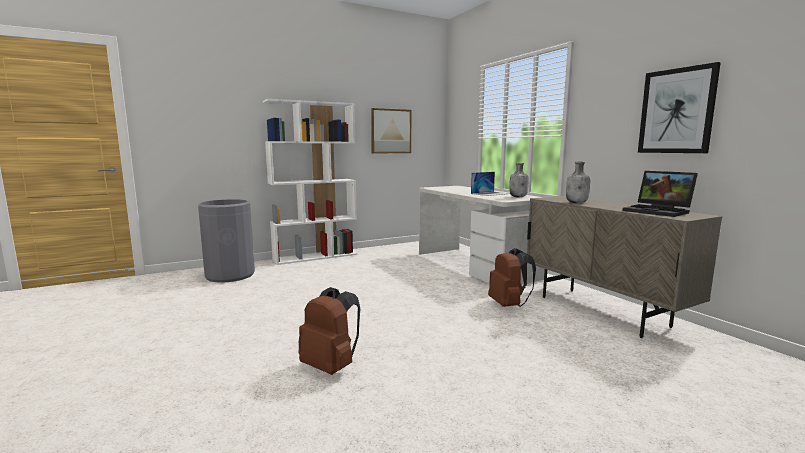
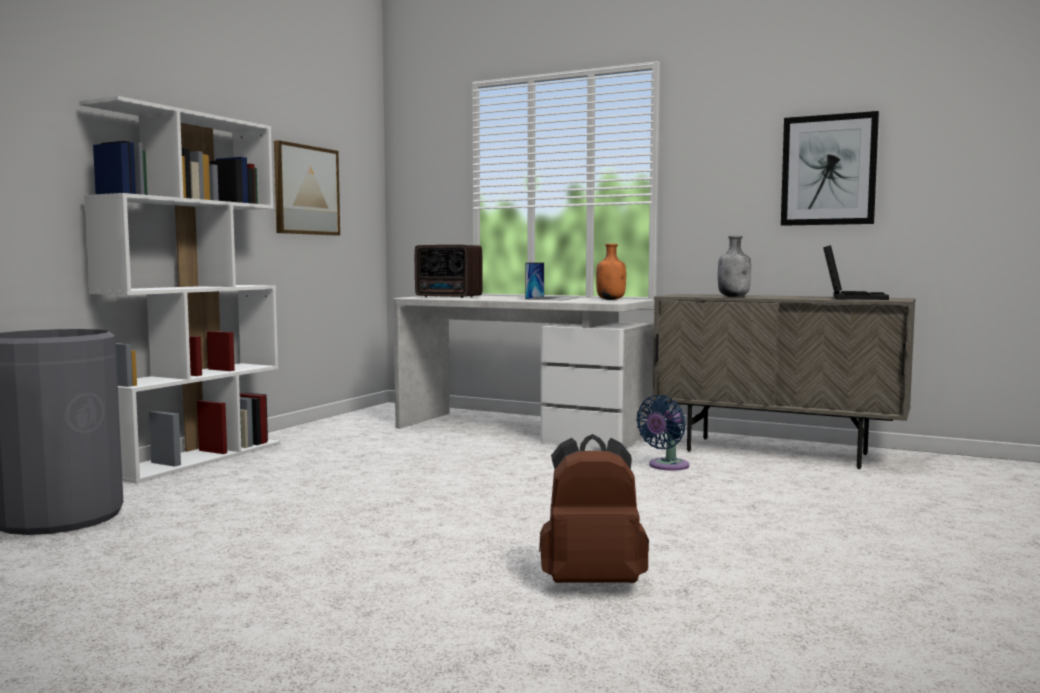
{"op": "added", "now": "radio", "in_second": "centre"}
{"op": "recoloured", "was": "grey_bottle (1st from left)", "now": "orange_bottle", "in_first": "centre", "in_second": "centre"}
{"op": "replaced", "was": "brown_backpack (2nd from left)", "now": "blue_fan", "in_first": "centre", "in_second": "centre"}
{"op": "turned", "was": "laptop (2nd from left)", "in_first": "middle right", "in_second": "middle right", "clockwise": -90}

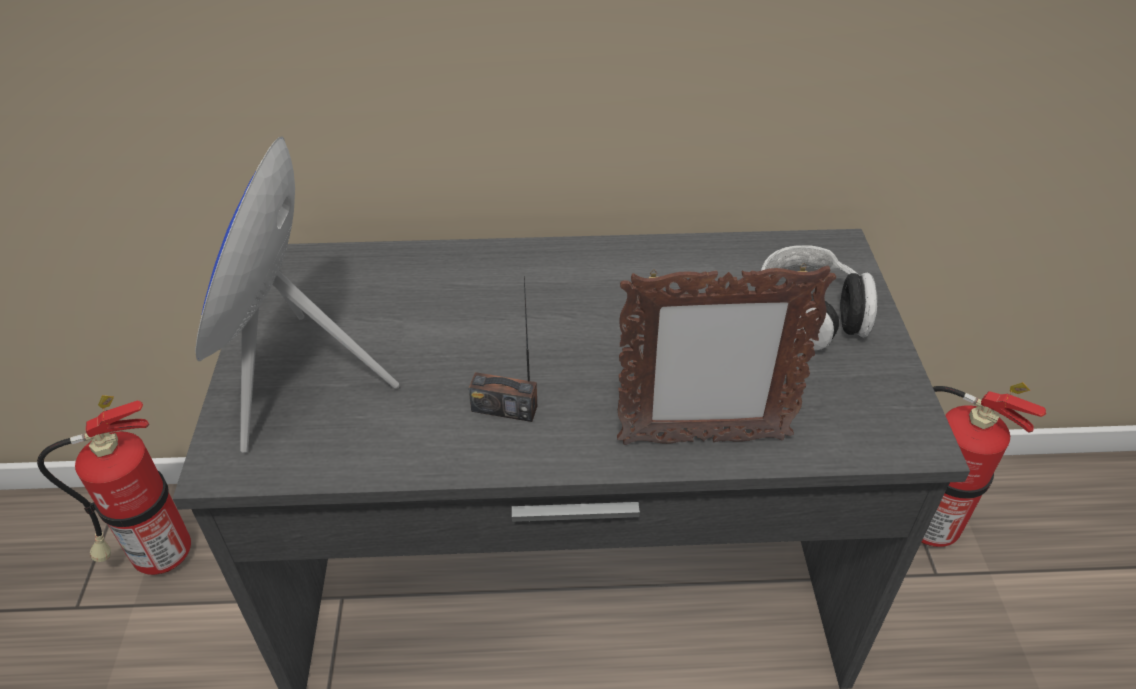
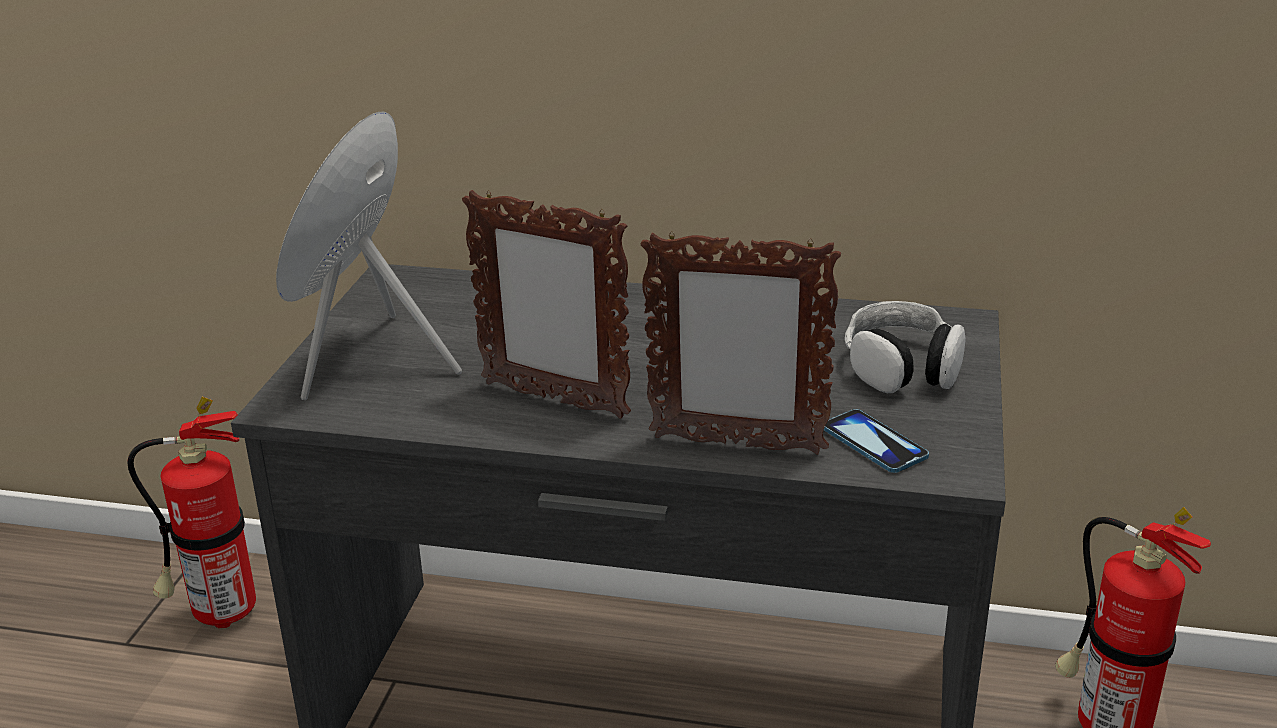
{"op": "replaced", "was": "radio", "now": "picture_frame (1st from left)", "in_first": "centre", "in_second": "centre"}
{"op": "added", "now": "phone", "in_second": "middle right"}

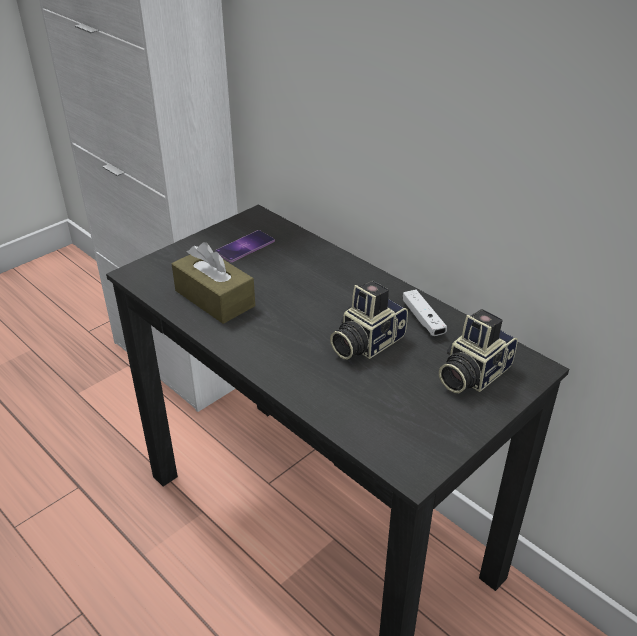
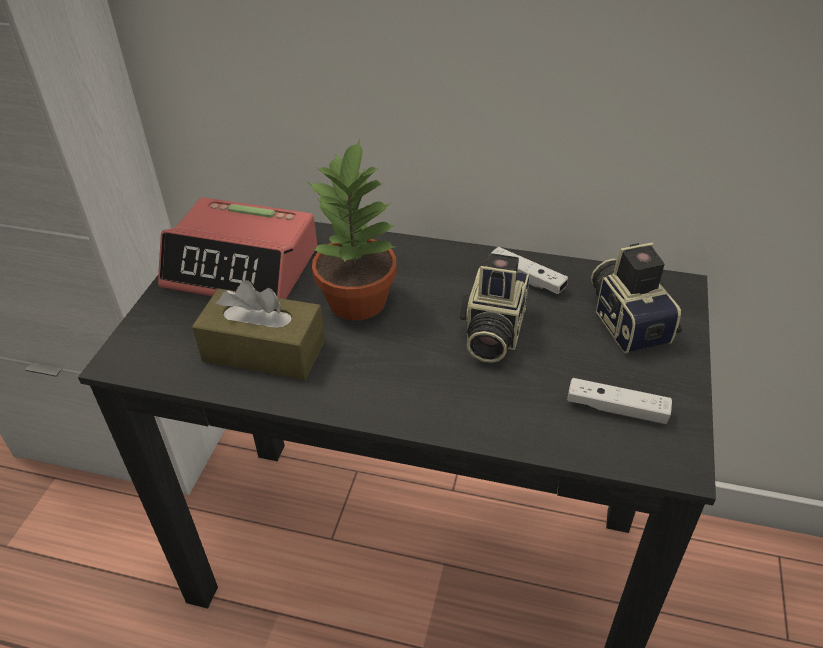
{"op": "replaced", "was": "phone", "now": "alarm_clock", "in_first": "centre", "in_second": "middle left"}
{"op": "added", "now": "potted_plant", "in_second": "centre"}
{"op": "added", "now": "white_game_controller (2nd from left)", "in_second": "middle right"}
{"op": "turned", "was": "photo_camera (2nd from left)", "in_first": "middle right", "in_second": "middle right", "clockwise": 150}

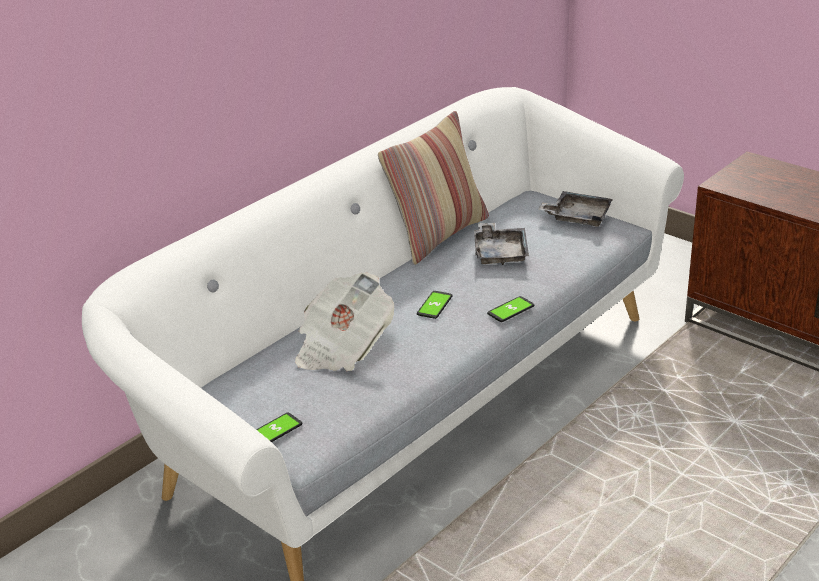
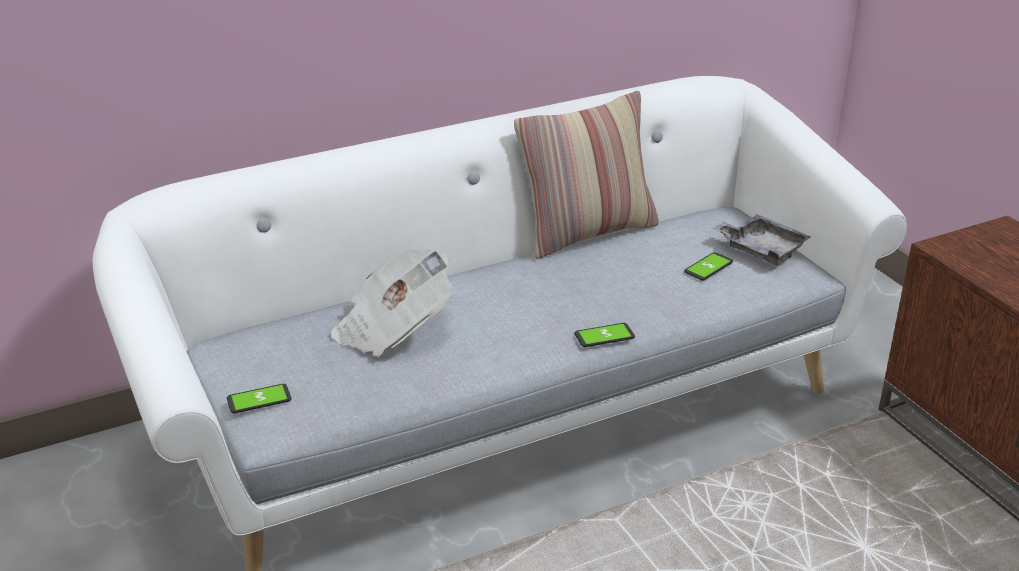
{"op": "moved", "was": "phone (2nd from left in the first image)", "now": "phone (3rd from left)", "in_first": "centre", "in_second": "middle right"}
{"op": "removed", "was": "grey_tray (1st from left)", "in_first": "centre"}

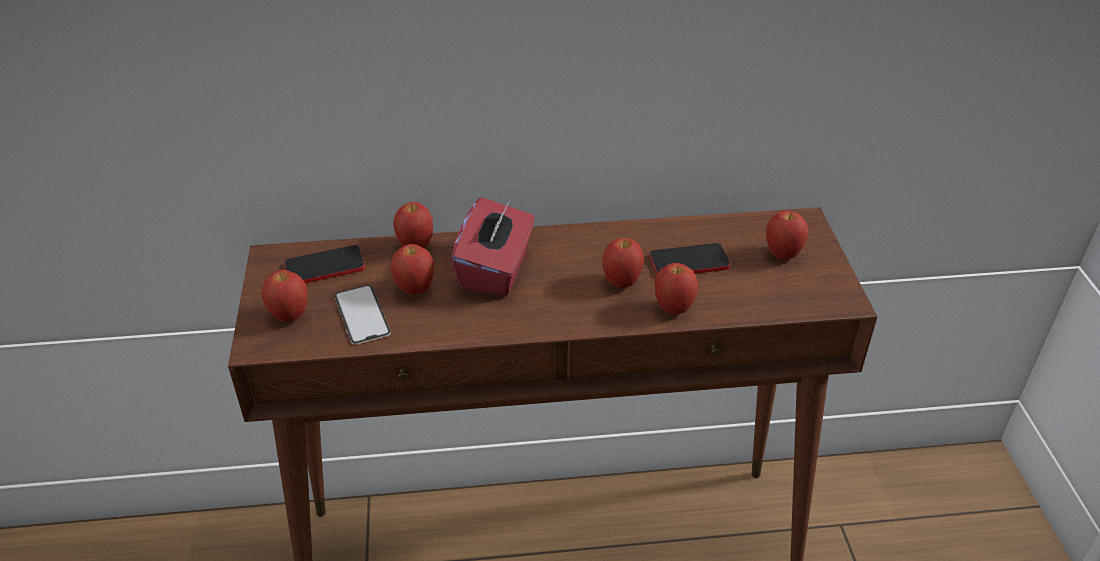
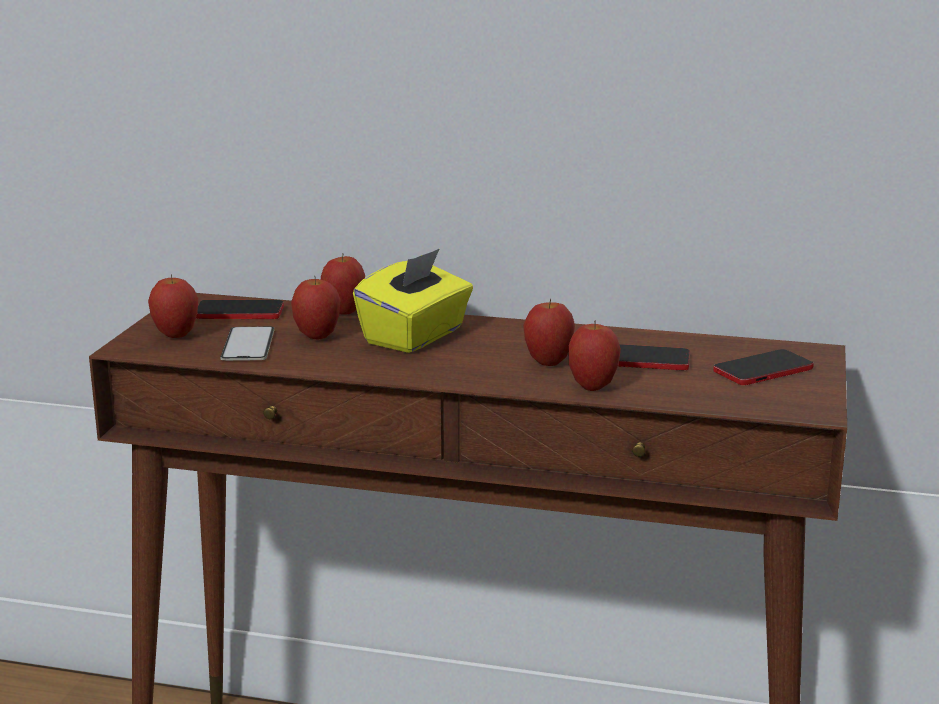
{"op": "recoloured", "was": "red_tissue_box", "now": "yellow_tissue_box", "in_first": "centre", "in_second": "centre"}
{"op": "replaced", "was": "apple (6th from left)", "now": "phone (4th from left)", "in_first": "middle right", "in_second": "middle right"}

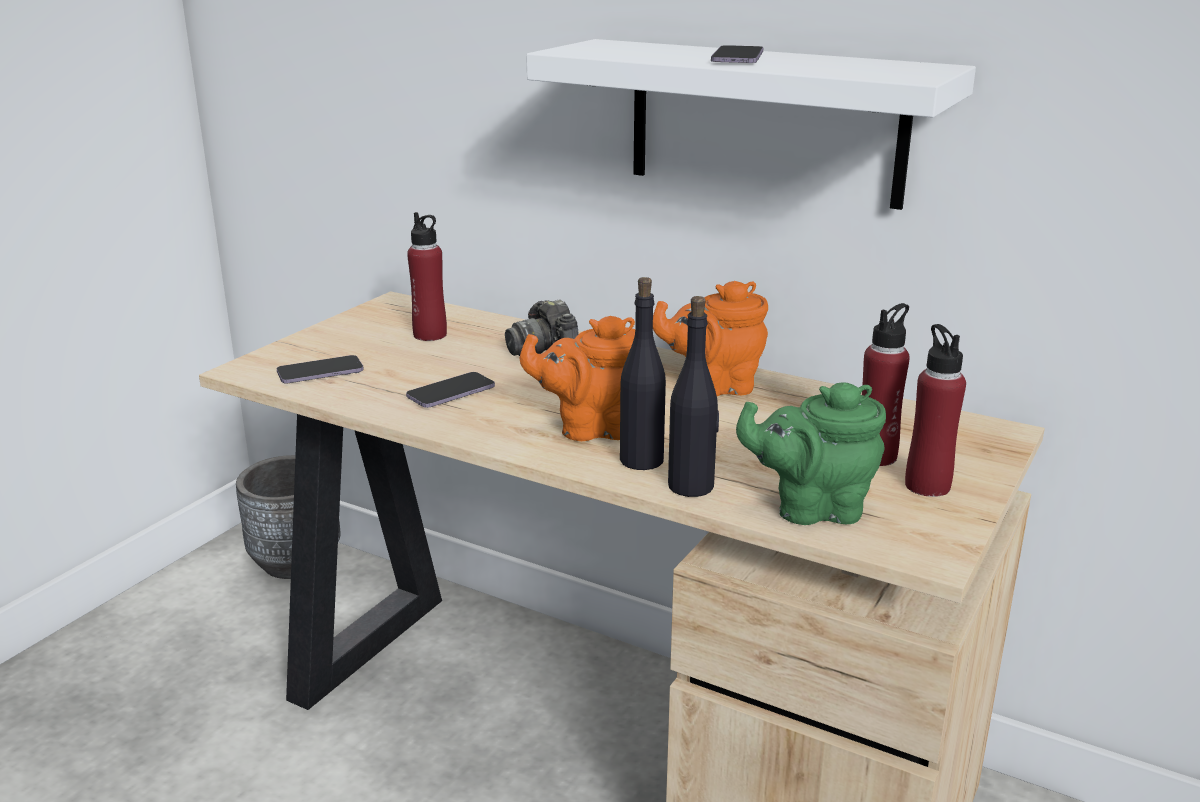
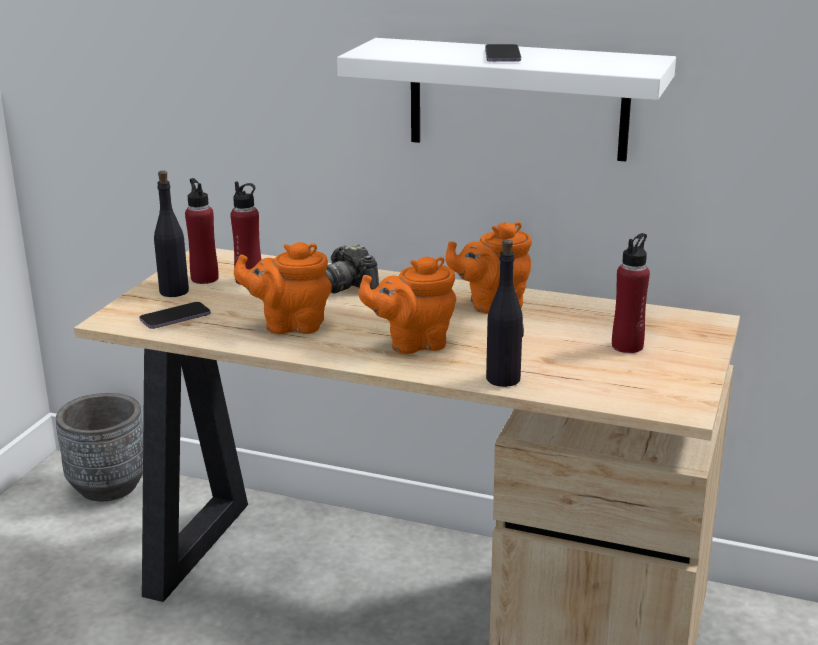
{"op": "moved", "was": "black_bottle (1st from left)", "in_first": "centre", "in_second": "middle left"}
{"op": "moved", "was": "red_bottle (3rd from left in the first image)", "now": "red_bottle (1st from left)", "in_first": "middle right", "in_second": "middle left"}
{"op": "replaced", "was": "phone (2nd from left)", "now": "orange_teapot (1st from left)", "in_first": "centre", "in_second": "centre"}
{"op": "removed", "was": "green_teapot", "in_first": "middle right"}

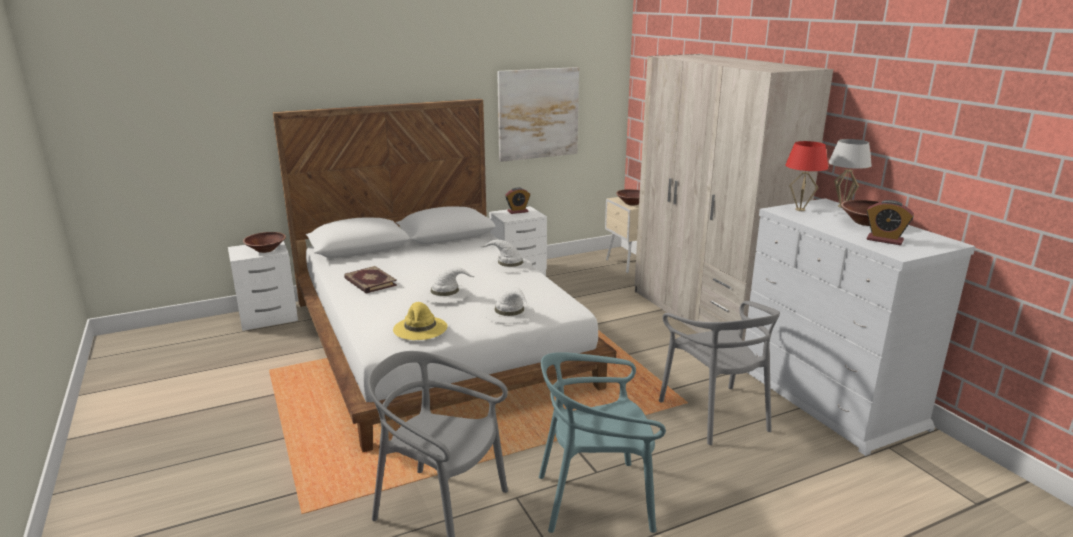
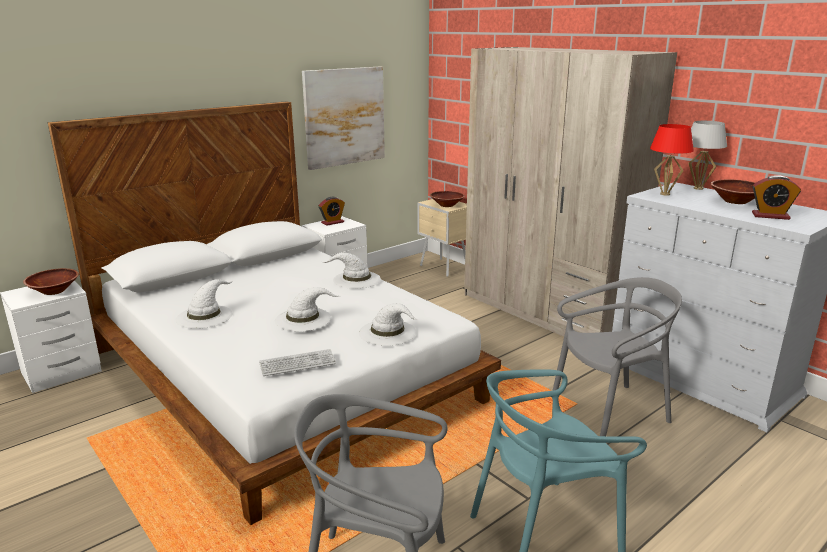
{"op": "replaced", "was": "book", "now": "white_hat (1st from left)", "in_first": "centre", "in_second": "middle left"}
{"op": "replaced", "was": "yellow_hat", "now": "keyboard", "in_first": "centre", "in_second": "centre"}
{"op": "turned", "was": "grey_chair (2nd from left)", "in_first": "bottom right", "in_second": "middle right", "clockwise": -75}

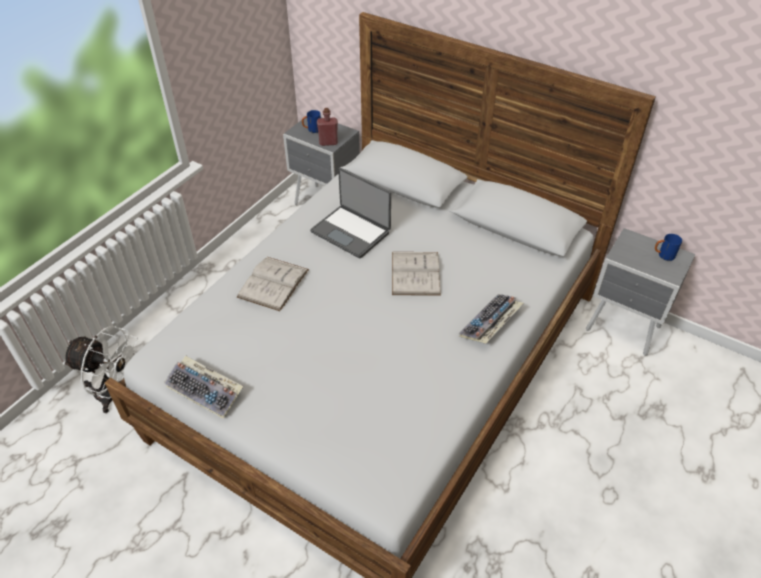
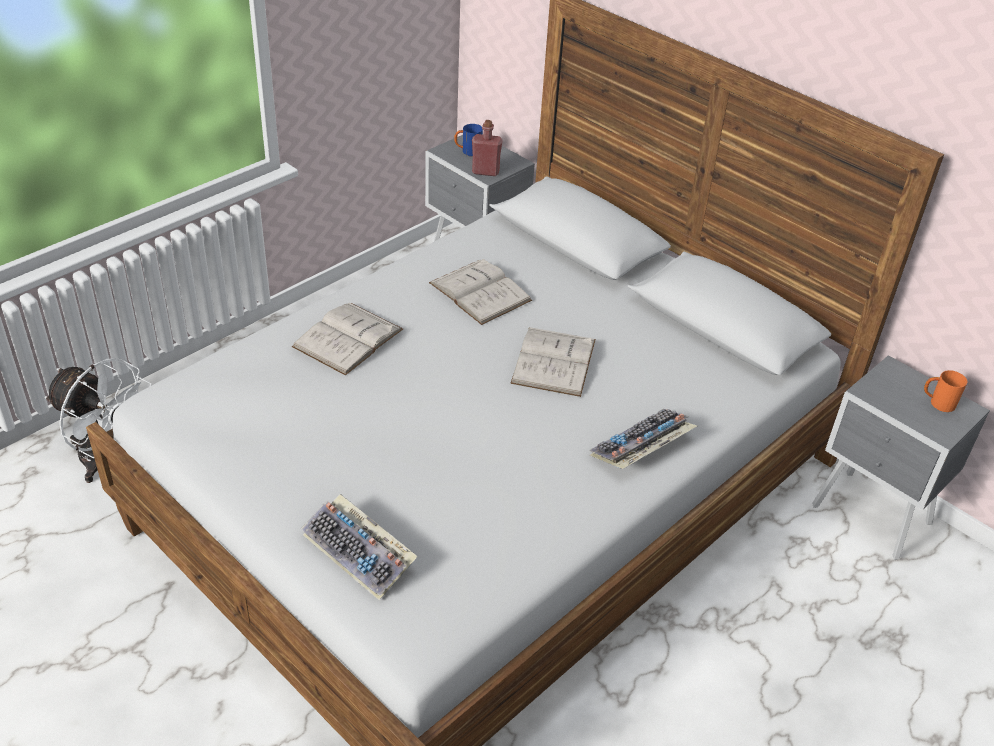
{"op": "moved", "was": "keyboard (1st from left)", "in_first": "bottom left", "in_second": "bottom centre"}
{"op": "replaced", "was": "laptop", "now": "white_book (2nd from left)", "in_first": "centre", "in_second": "centre"}
{"op": "recoloured", "was": "blue_mug (2nd from left)", "now": "orange_mug", "in_first": "middle right", "in_second": "middle right"}

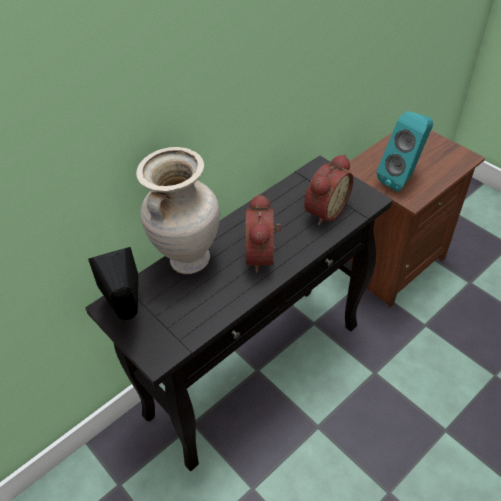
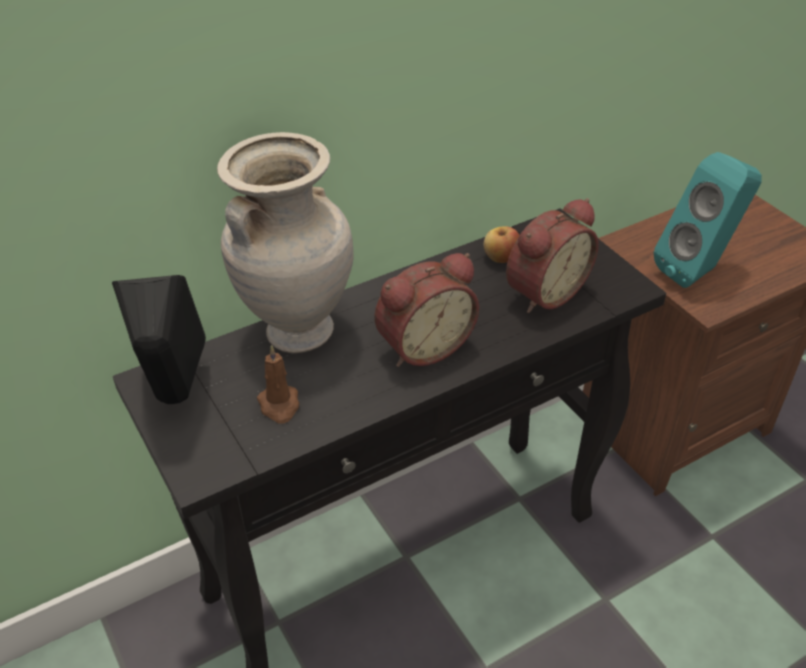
{"op": "added", "now": "brown_candle", "in_second": "centre"}
{"op": "turned", "was": "alarm_clock (1st from left)", "in_first": "centre", "in_second": "centre", "clockwise": -135}
{"op": "added", "now": "apple", "in_second": "centre"}

